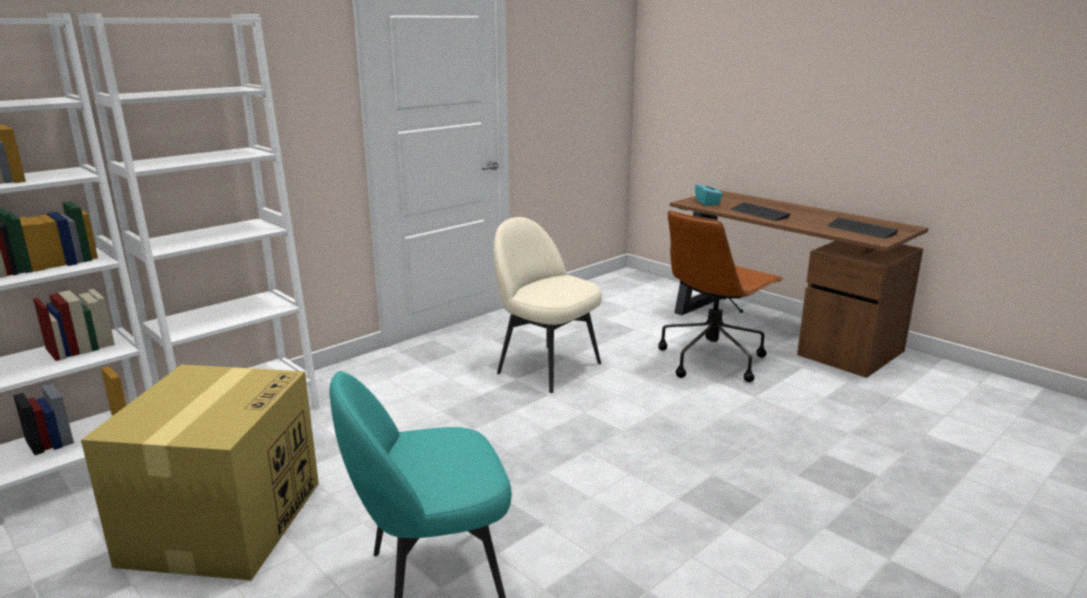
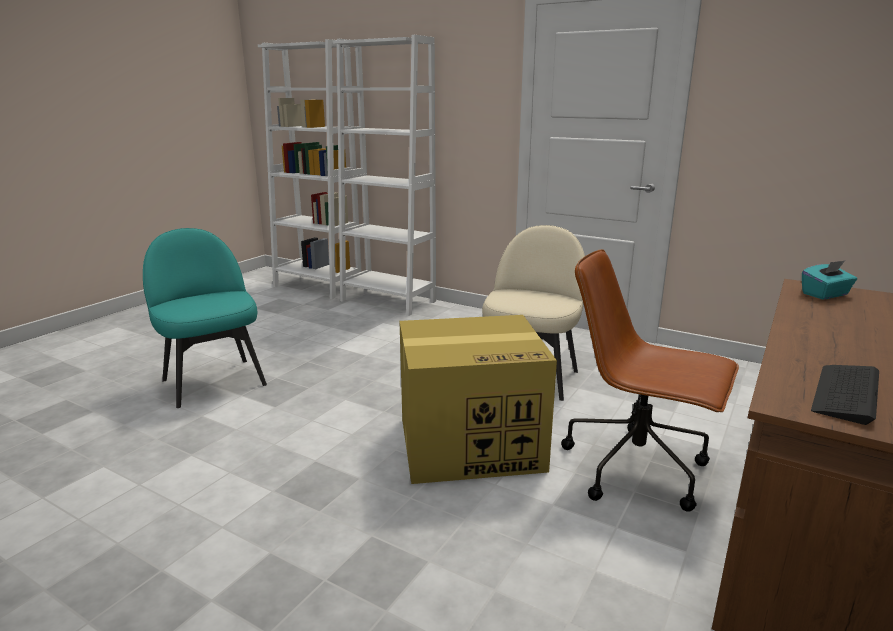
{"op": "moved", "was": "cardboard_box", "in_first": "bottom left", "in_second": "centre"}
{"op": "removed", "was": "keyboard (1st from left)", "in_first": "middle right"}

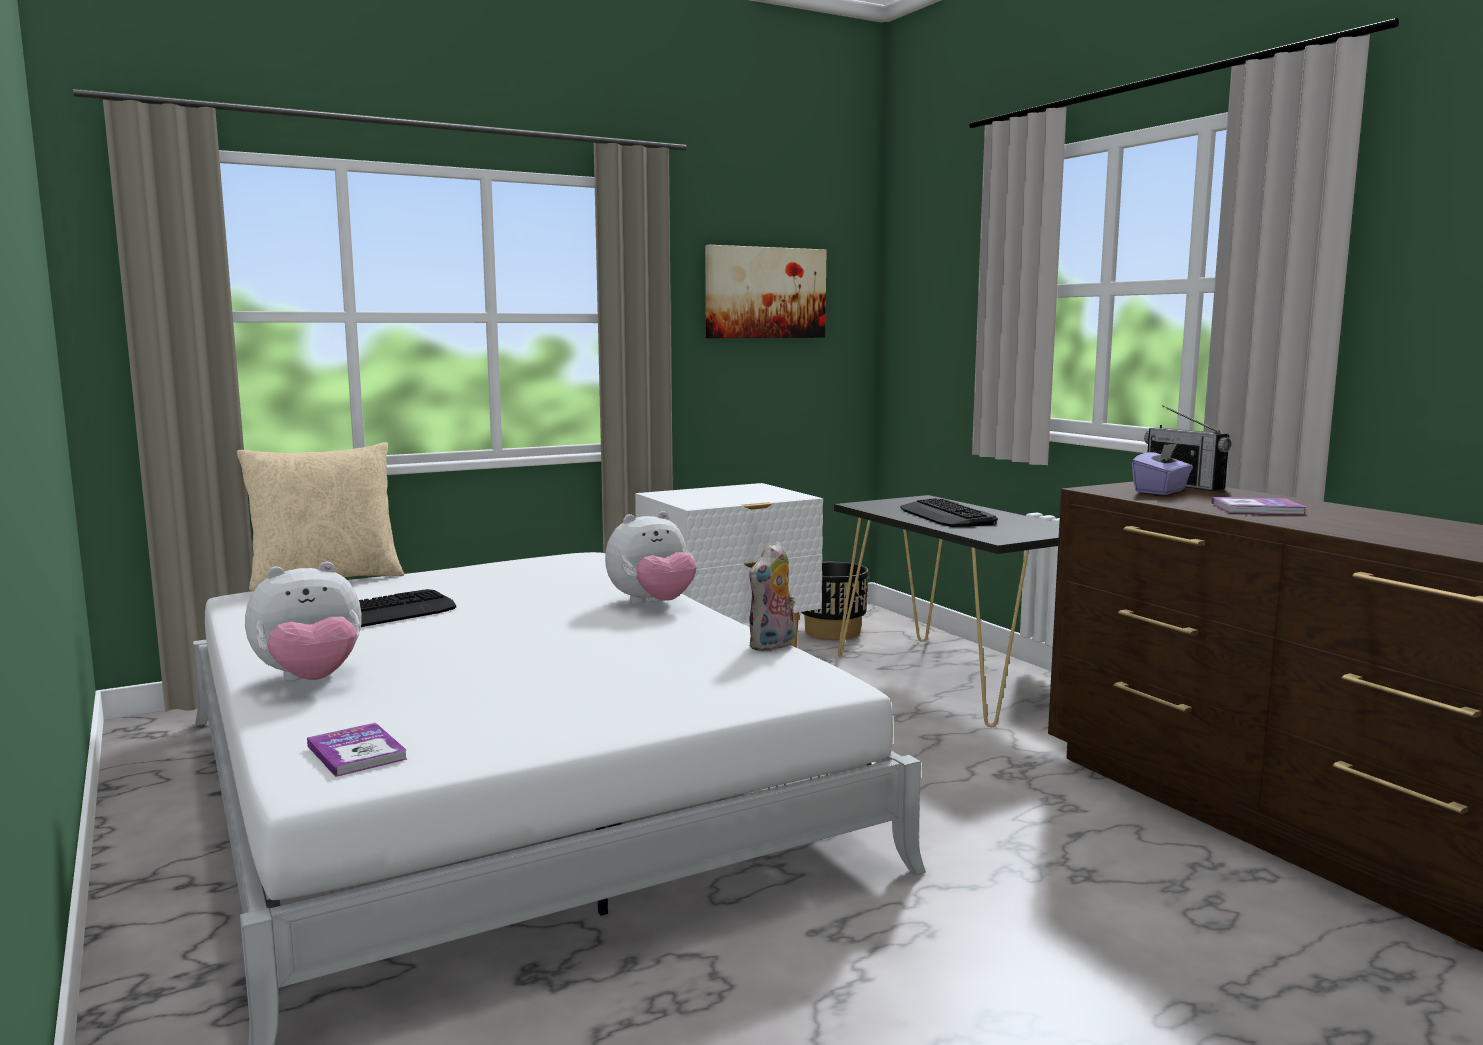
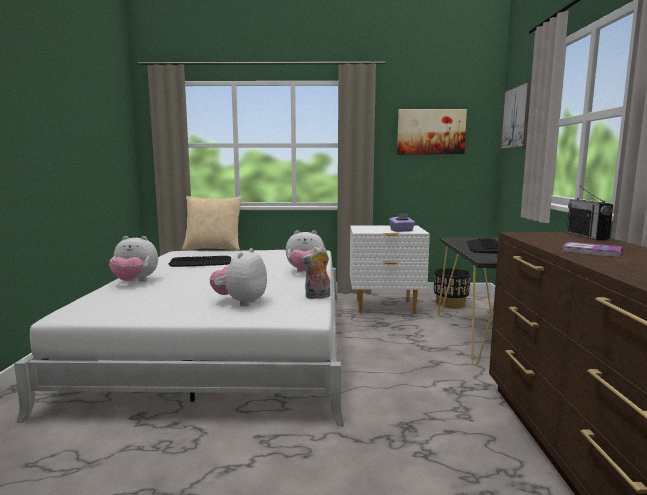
{"op": "added", "now": "plush_toy (2nd from left)", "in_second": "centre"}
{"op": "moved", "was": "purple_tissue_box", "in_first": "middle right", "in_second": "centre"}
{"op": "added", "now": "picture (2nd from left)", "in_second": "top right"}
{"op": "removed", "was": "book (1st from left)", "in_first": "bottom left"}

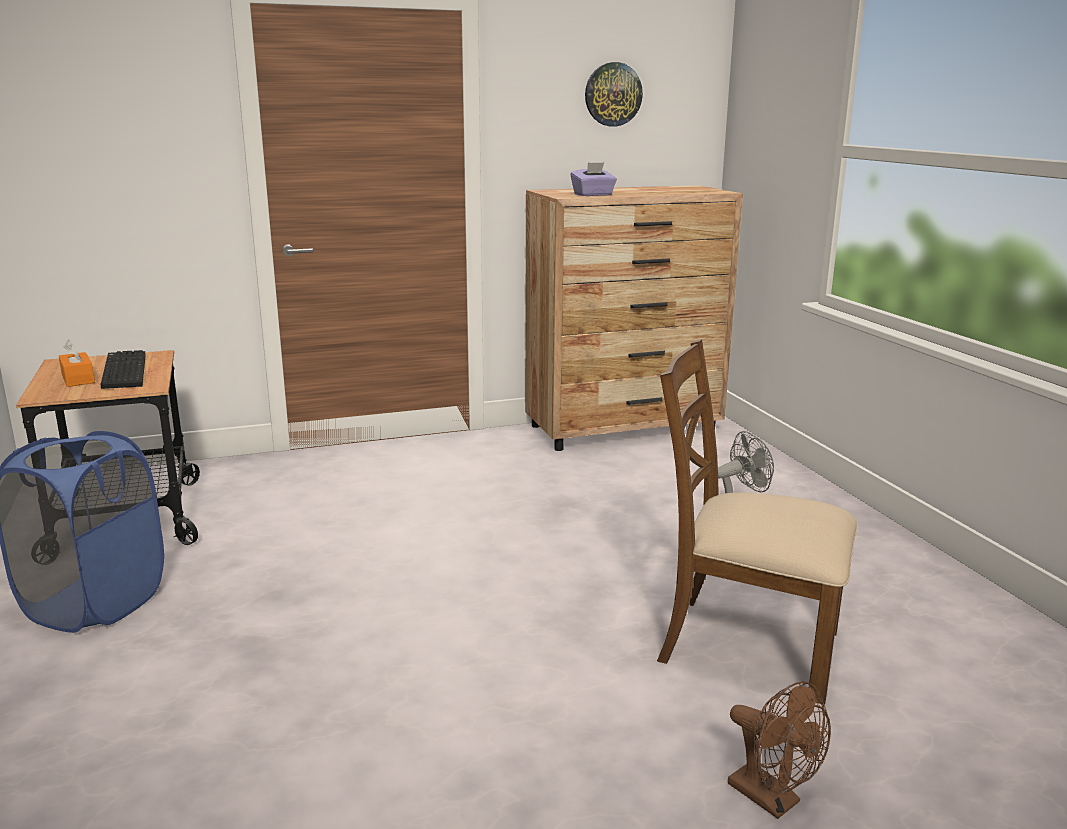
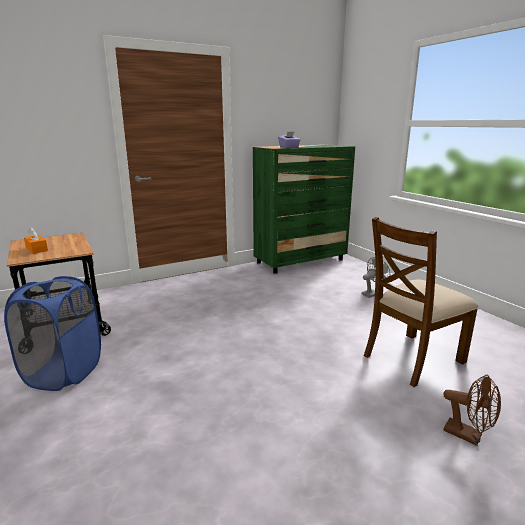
{"op": "recoloured", "was": "brown_dresser", "now": "green_dresser", "in_first": "centre", "in_second": "centre"}
{"op": "turned", "was": "brown_chair", "in_first": "middle right", "in_second": "middle right", "clockwise": -45}
{"op": "removed", "was": "keyboard", "in_first": "middle left"}
{"op": "removed", "was": "wall_clock", "in_first": "top centre"}

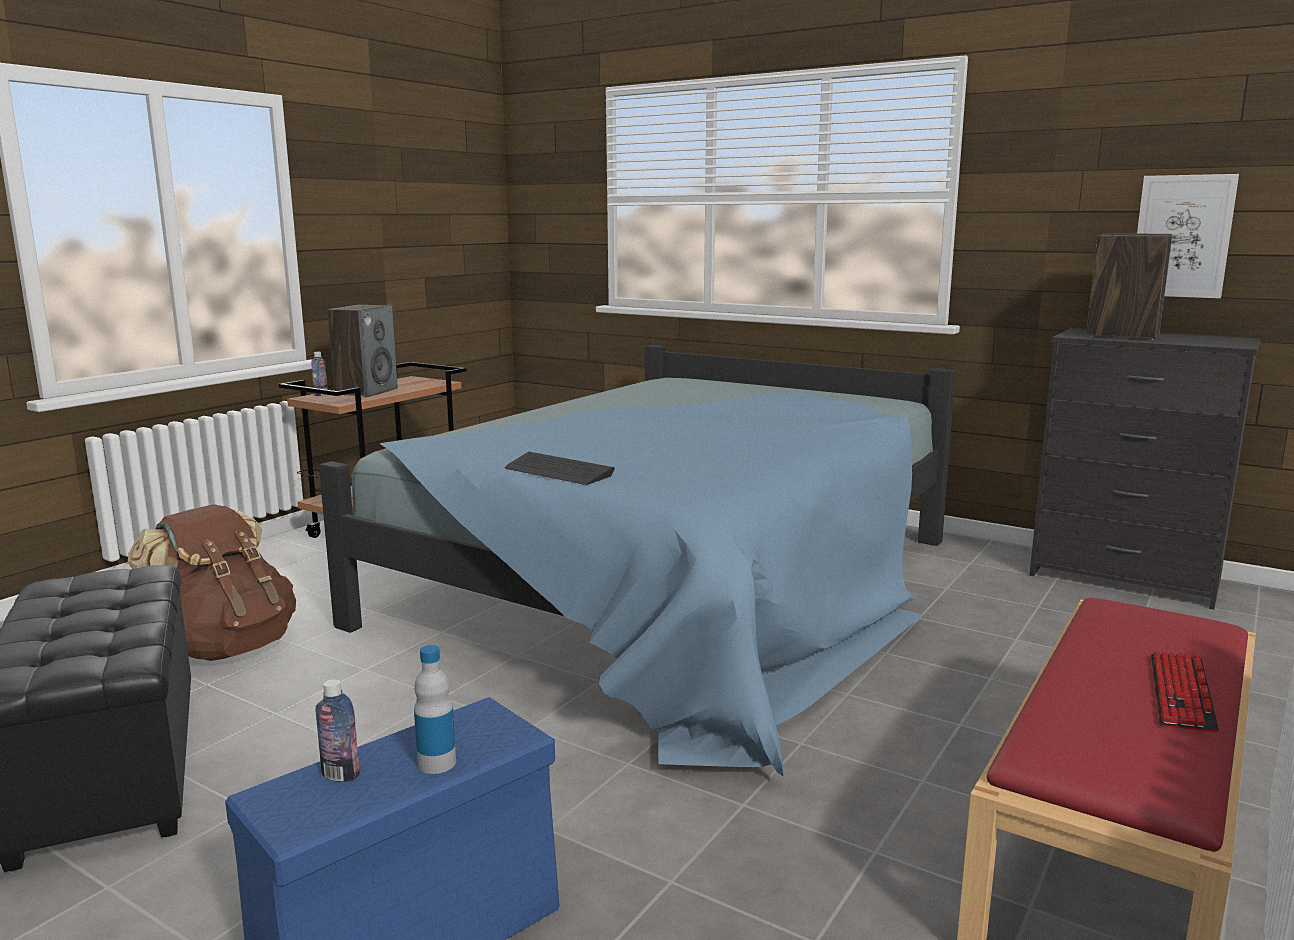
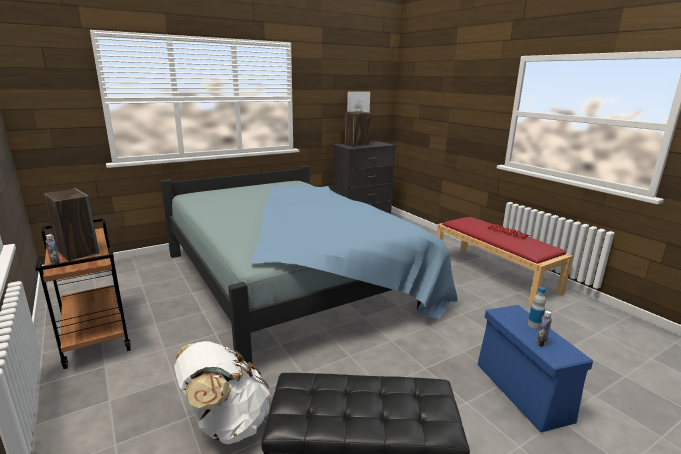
{"op": "recoloured", "was": "brown_backpack", "now": "white_backpack", "in_first": "middle left", "in_second": "bottom left"}
{"op": "removed", "was": "keyboard (1st from left)", "in_first": "centre"}

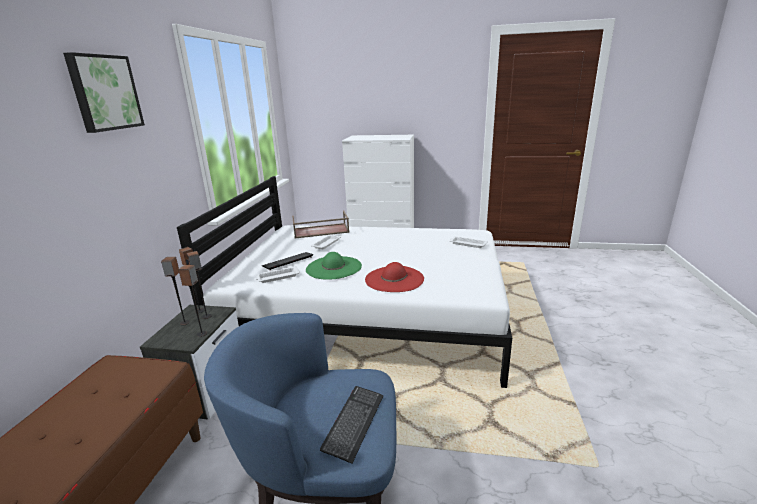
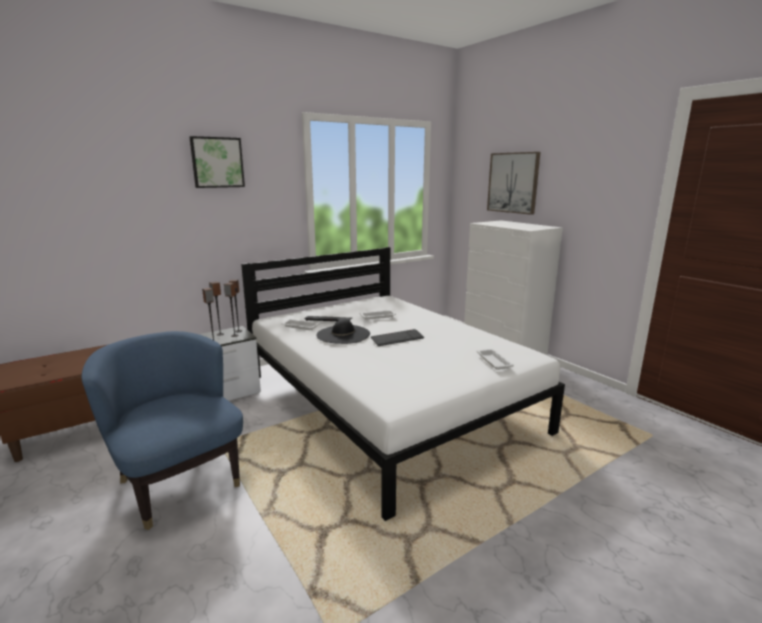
{"op": "recoloured", "was": "green_hat", "now": "black_hat", "in_first": "centre", "in_second": "centre"}
{"op": "moved", "was": "keyboard (2nd from left)", "in_first": "bottom centre", "in_second": "centre"}
{"op": "added", "now": "picture (2nd from left)", "in_second": "top right"}
{"op": "removed", "was": "brown_tray", "in_first": "centre"}
{"op": "removed", "was": "red_hat", "in_first": "centre"}

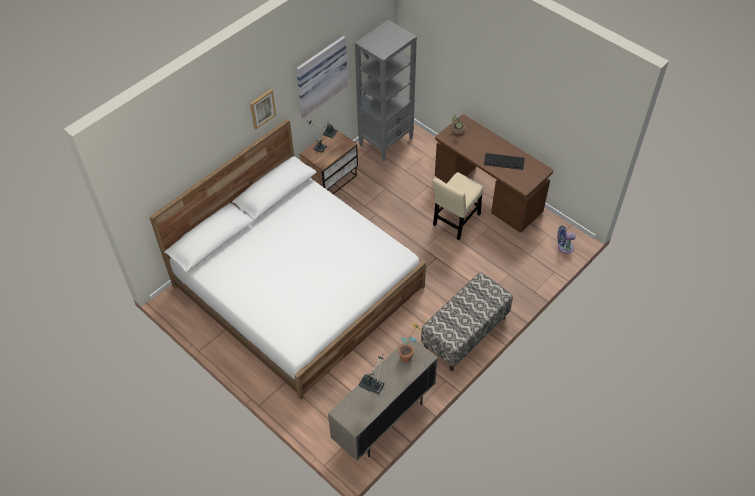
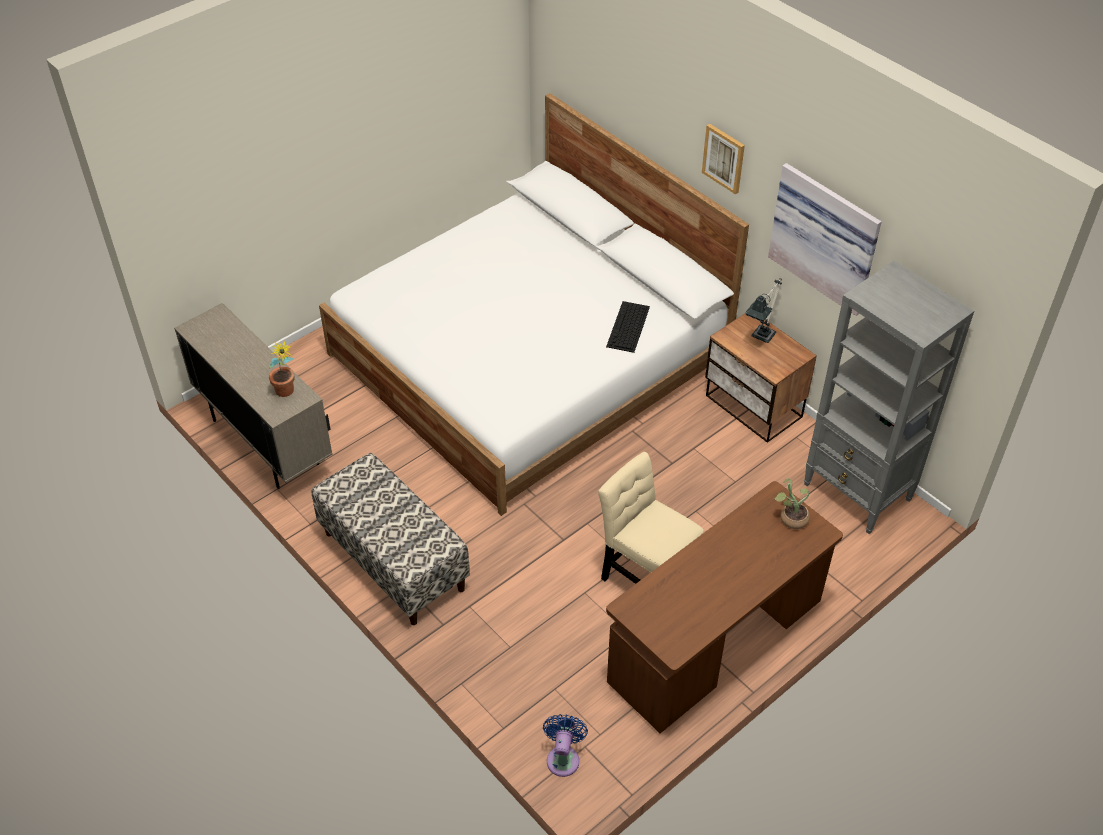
{"op": "moved", "was": "keyboard", "in_first": "top right", "in_second": "centre"}
{"op": "removed", "was": "table_lamp (2nd from left)", "in_first": "bottom centre"}

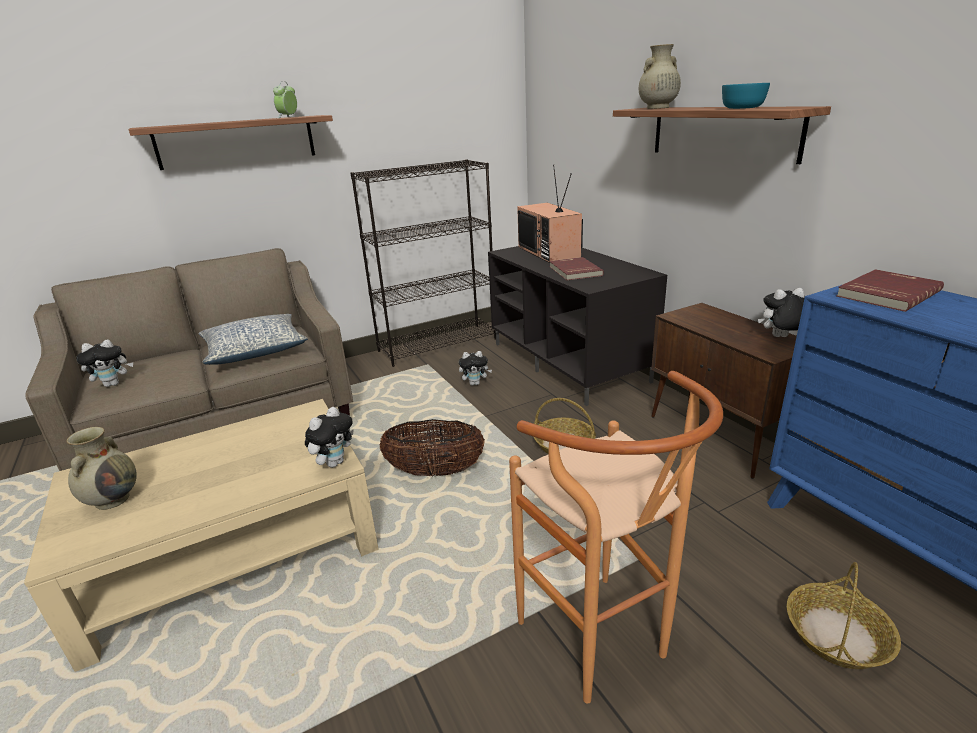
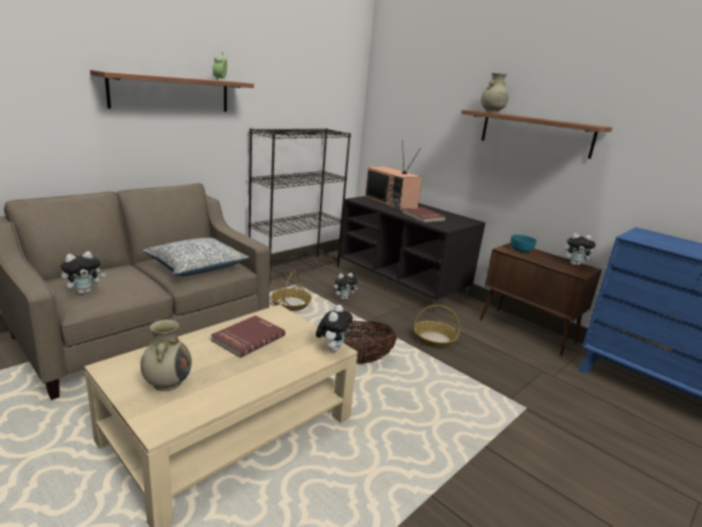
{"op": "moved", "was": "red_book (2nd from left in the first image)", "now": "red_book (1st from left)", "in_first": "middle right", "in_second": "centre"}
{"op": "moved", "was": "basket (3rd from left in the first image)", "now": "basket (1st from left)", "in_first": "bottom right", "in_second": "centre"}
{"op": "moved", "was": "turquoise_bowl", "in_first": "top right", "in_second": "middle right"}
{"op": "turned", "was": "plush_toy (4th from left)", "in_first": "middle right", "in_second": "middle right", "clockwise": -150}
{"op": "removed", "was": "brown_stool", "in_first": "bottom centre"}

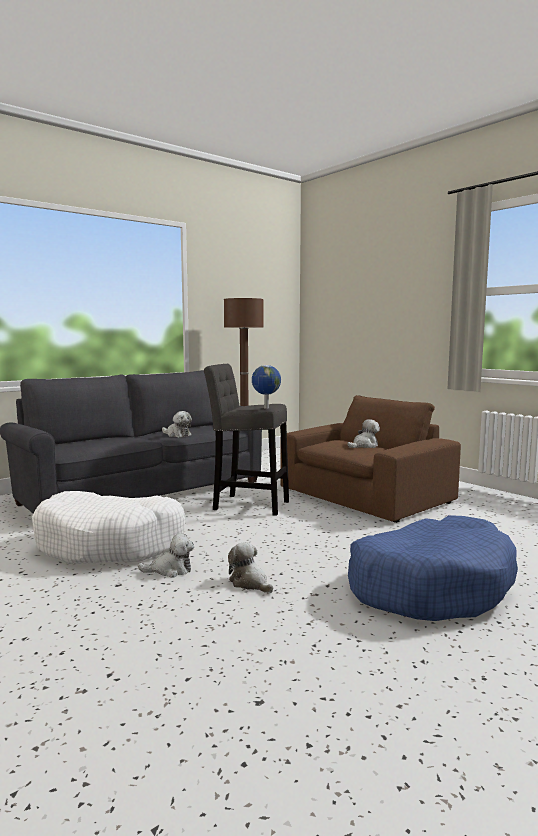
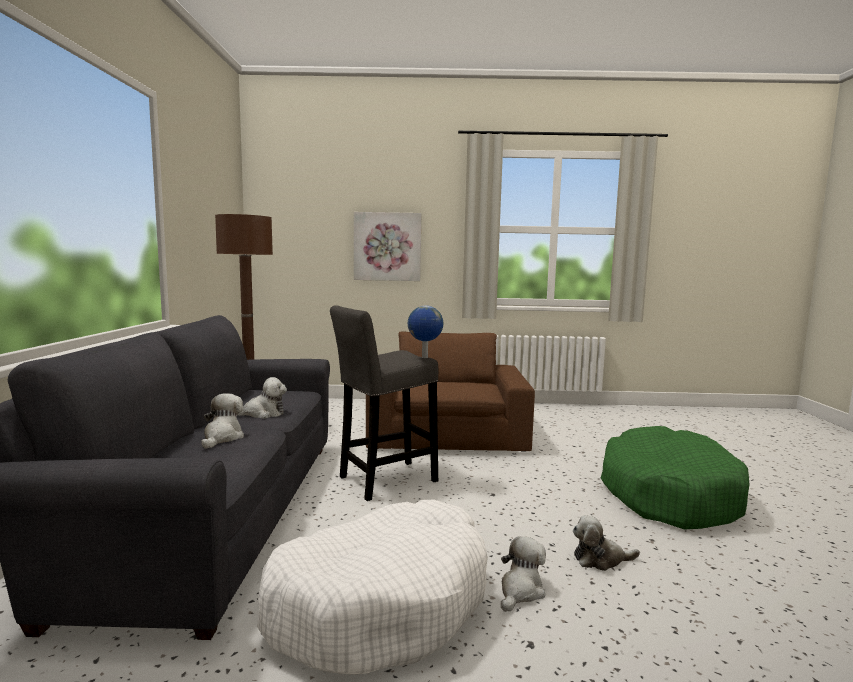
{"op": "moved", "was": "plush_toy (4th from left in the first image)", "now": "plush_toy (1st from left)", "in_first": "middle right", "in_second": "middle left"}
{"op": "added", "now": "picture", "in_second": "centre"}
{"op": "recoloured", "was": "blue_dog_bed", "now": "green_dog_bed", "in_first": "bottom right", "in_second": "bottom right"}

